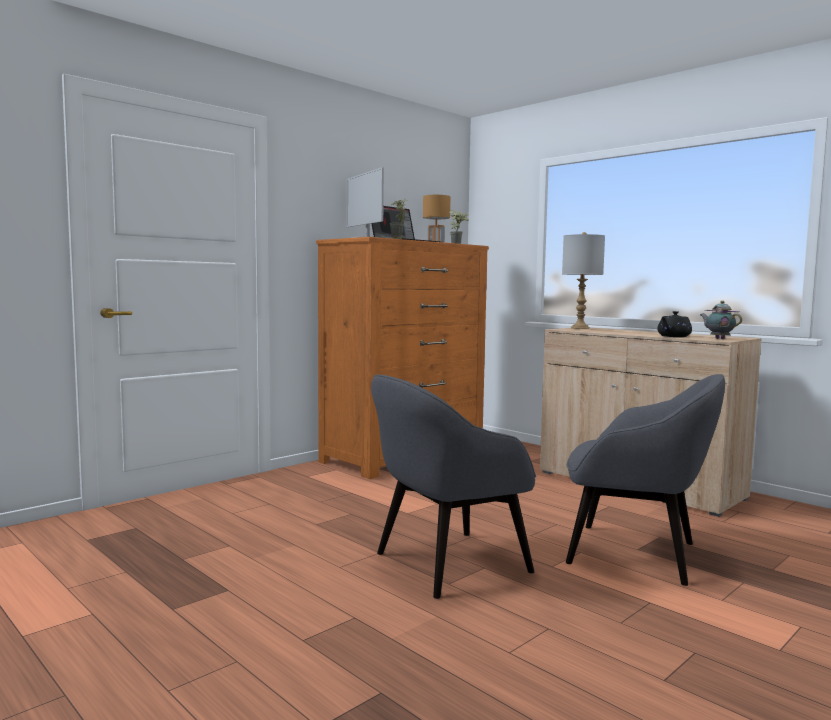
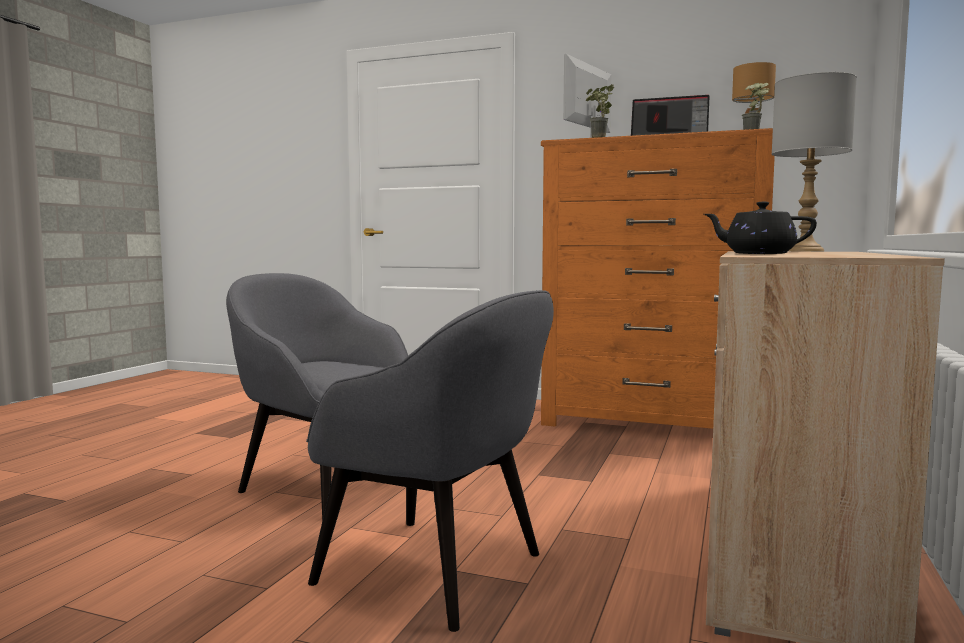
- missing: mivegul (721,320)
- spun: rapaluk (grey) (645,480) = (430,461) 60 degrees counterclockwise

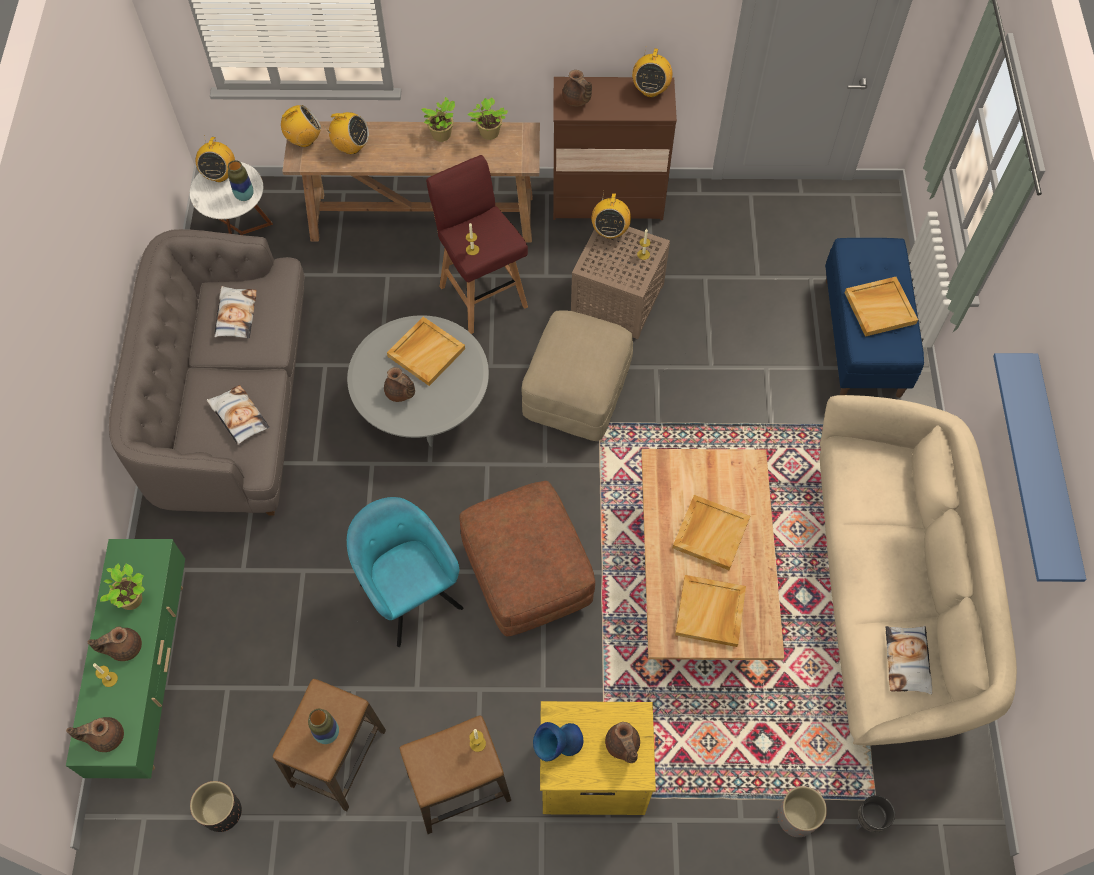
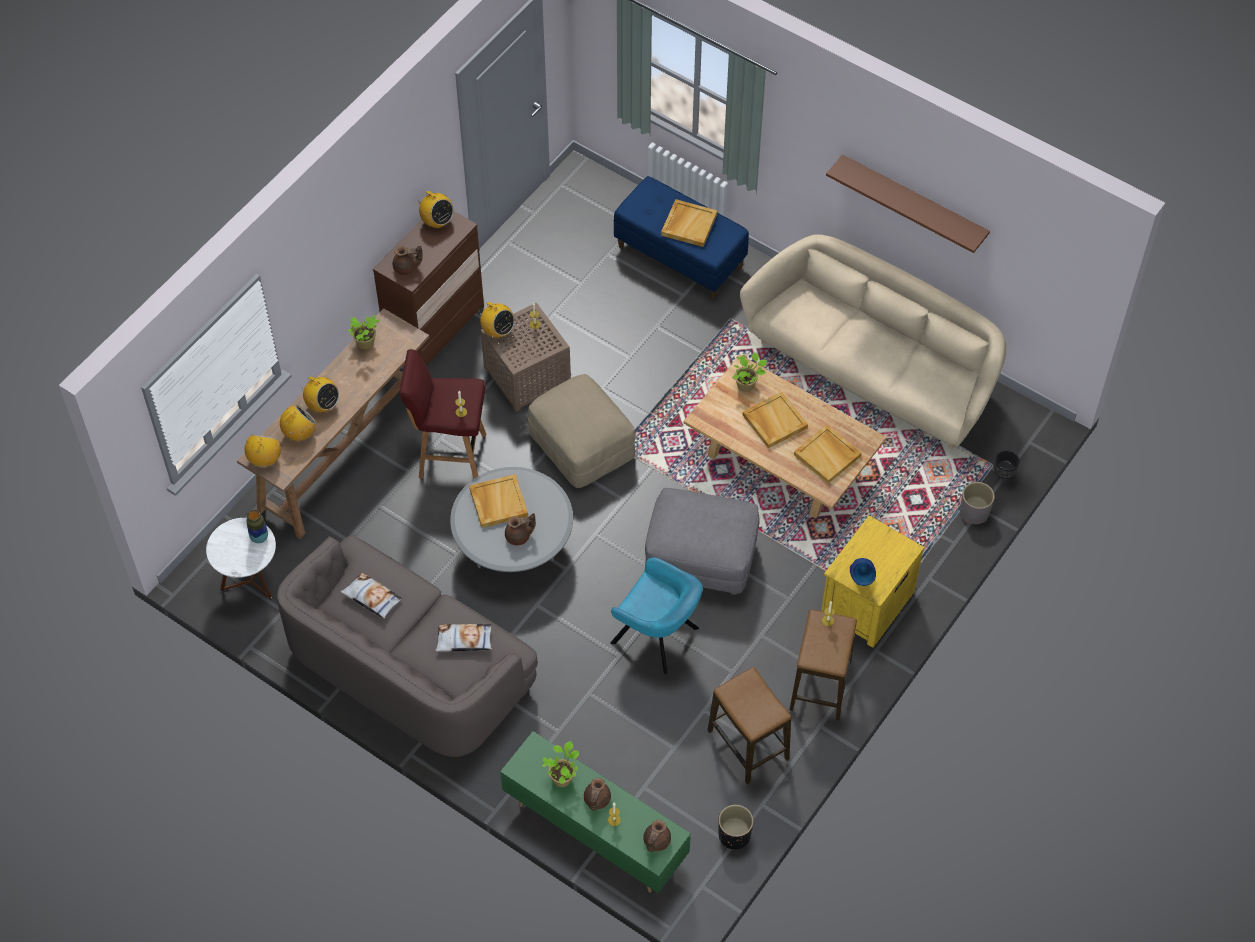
- missing: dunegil (323,726)
- missing: mivegul (brown) (622,742)
- missing: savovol (908,660)
- relocated: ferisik (215,159) to (319,394)
- relocated: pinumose (438,119) to (750,372)
- colour: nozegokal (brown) (527,558) to nozegokal (grey) (702,541)
- colour: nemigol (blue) (1039,467) to nemigol (brown) (908,204)
- spun: rapaluk (turquoise) (405,572) = (656,616) 150 degrees counterclockwise

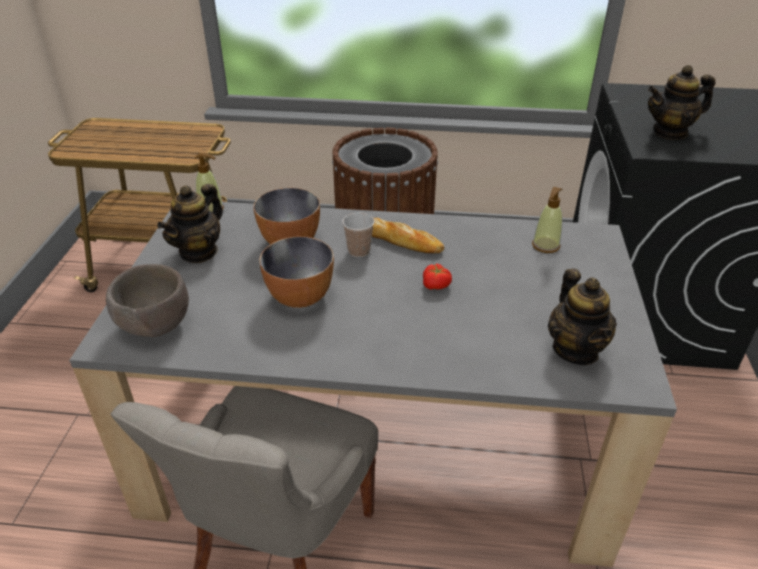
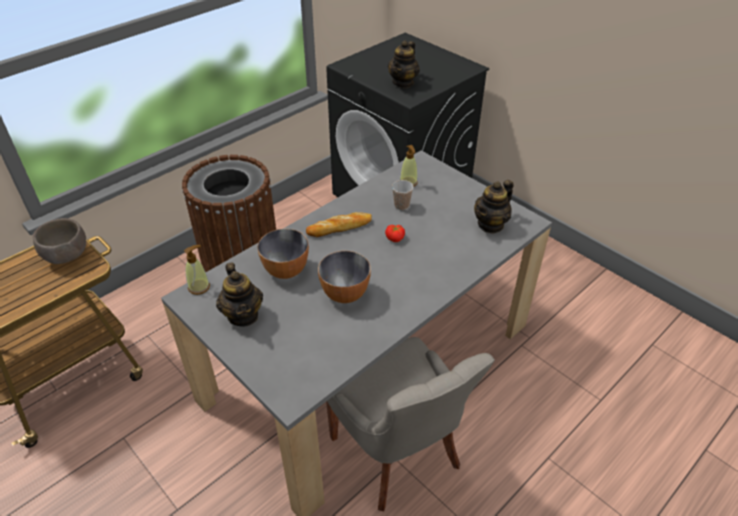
- relocated: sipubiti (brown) (147,300) to (59,241)
- relocated: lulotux (358,235) to (403,195)
- spun: mivegul (582,316) = (494,207) 105 degrees clockwise

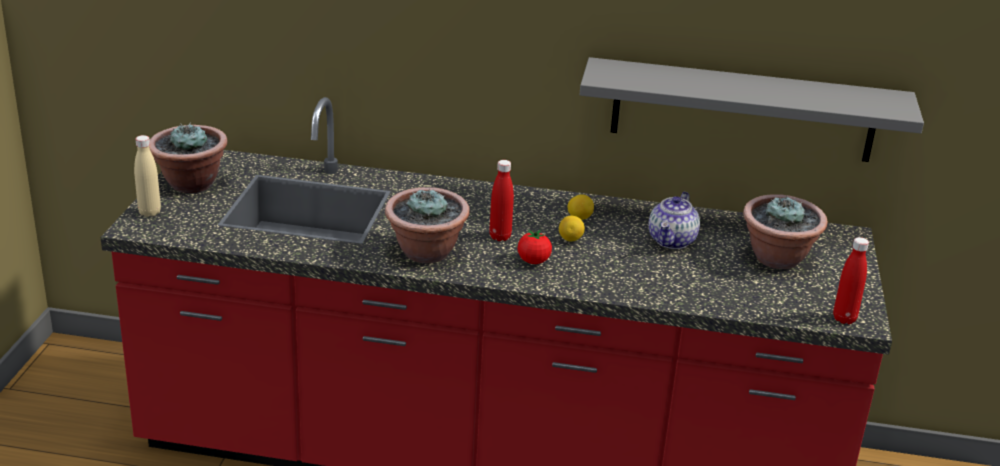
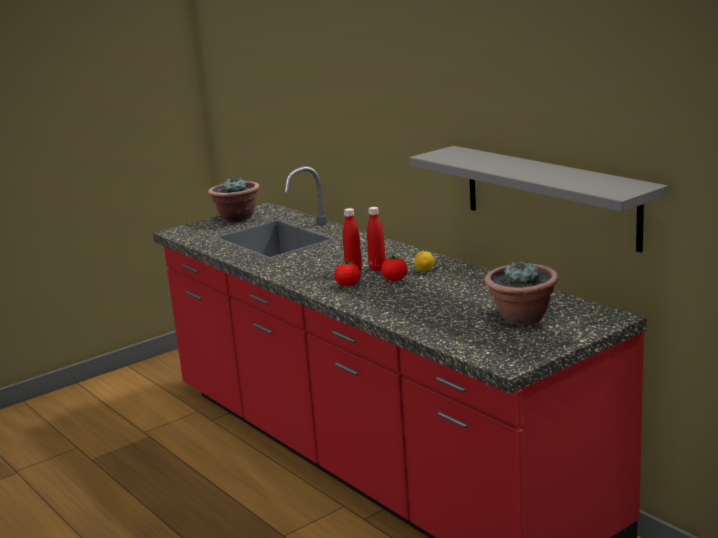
- missing: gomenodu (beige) (147,176)
- missing: pinumose (427,225)
- missing: mivegul (674,220)
- relocated: gomenodu (red) (851,280) to (376,239)
- exchanged: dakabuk (572,228) to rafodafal (394,268)

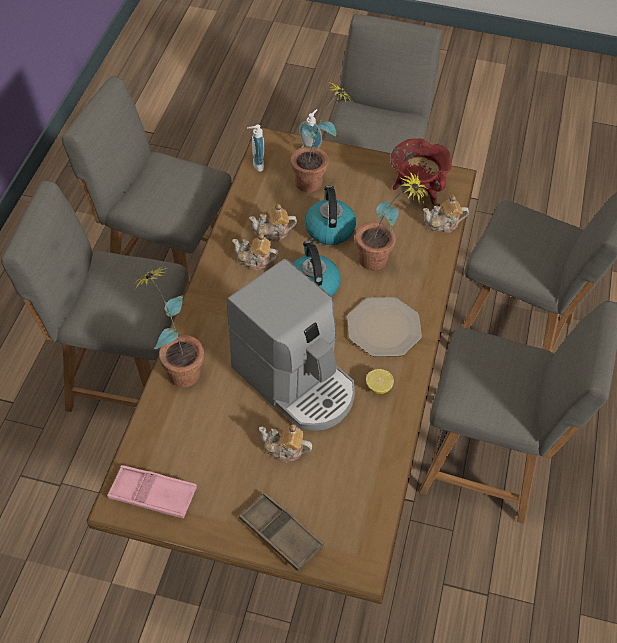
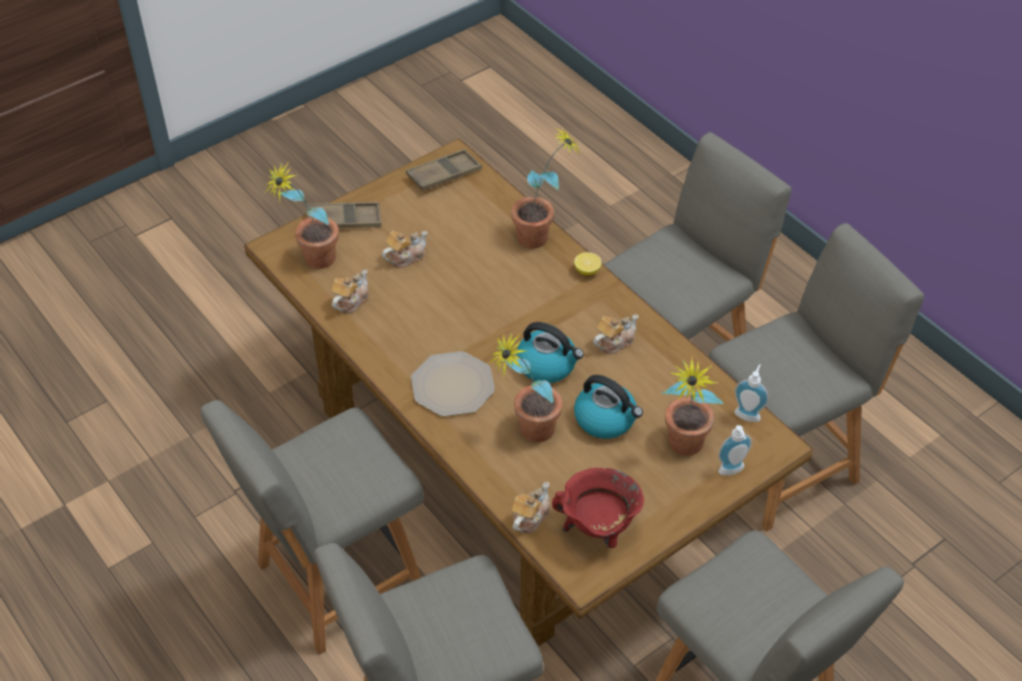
- missing: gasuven (291,344)
- appeared: pinumose (302,215)
- relocated: mivegul (273,223) to (350,292)
- relocated: dakabuk (380,381) to (588,263)
- colour: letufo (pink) (152,492) to letufo (brown) (444,170)

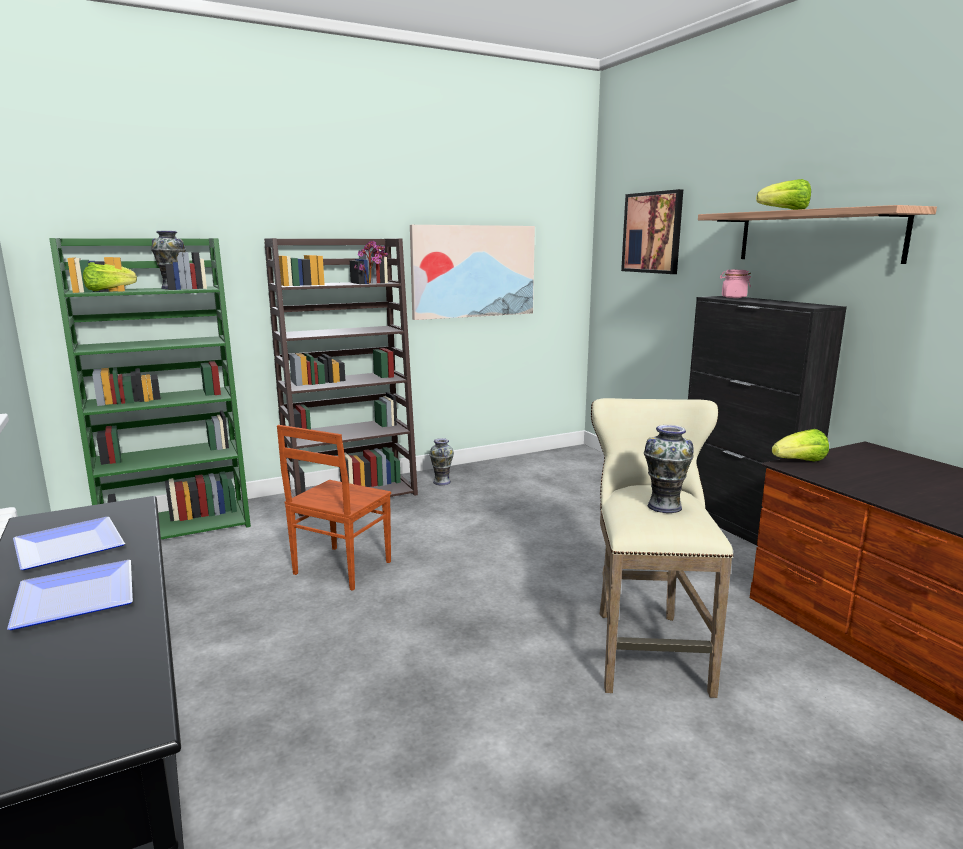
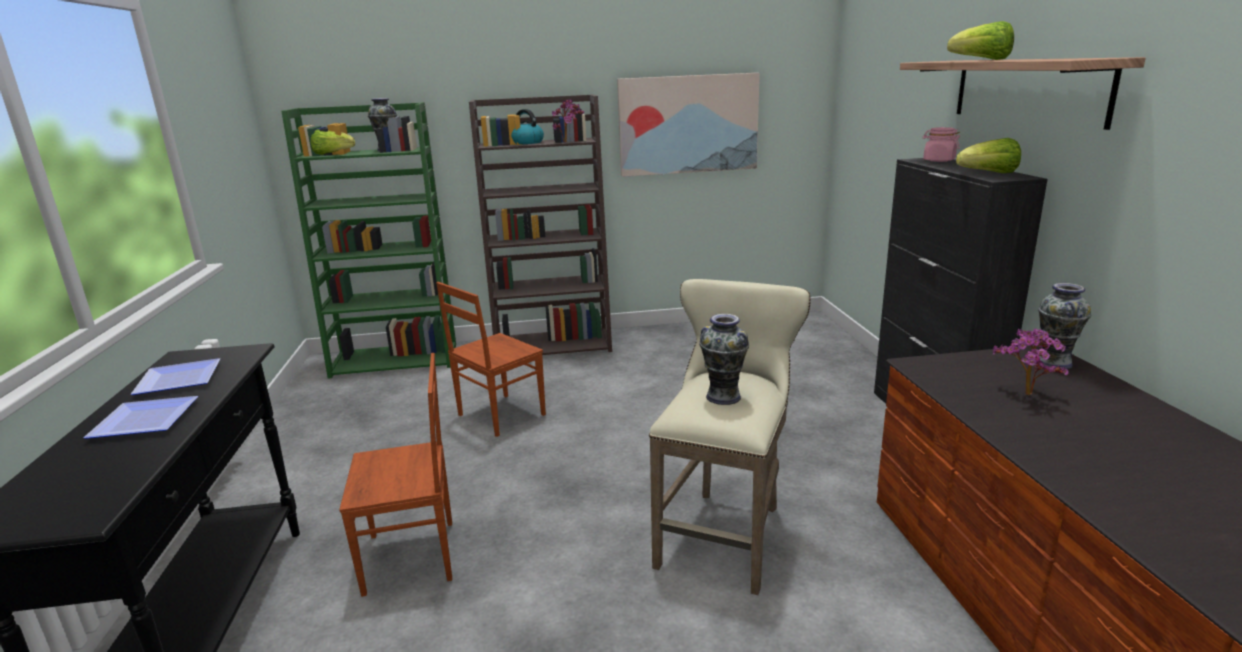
- missing: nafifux (652,231)
- appeared: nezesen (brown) (395,475)
- appeared: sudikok (527,126)
- appeared: pinumose (1030,361)
- relocated: dunegil (441,461) to (1064,326)
- relocated: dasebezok (800,445) to (988,155)

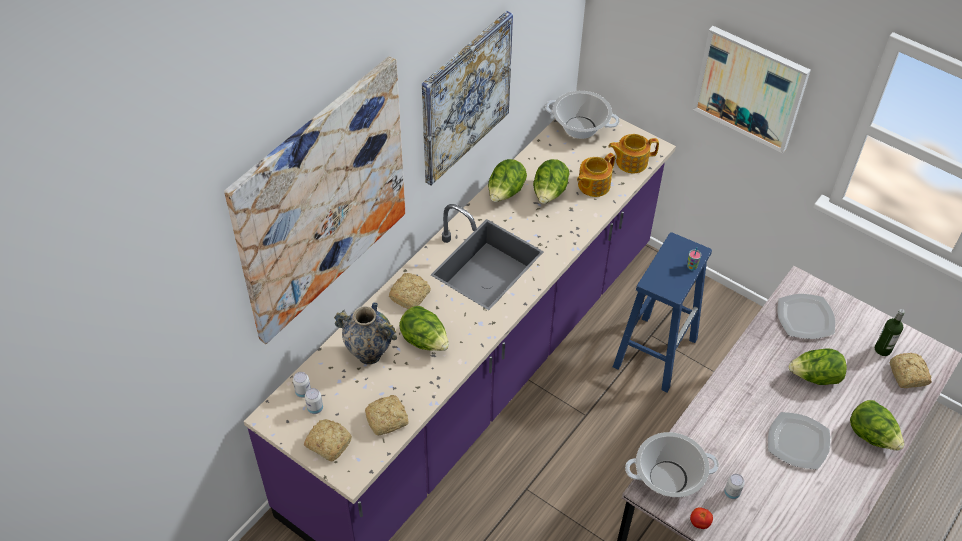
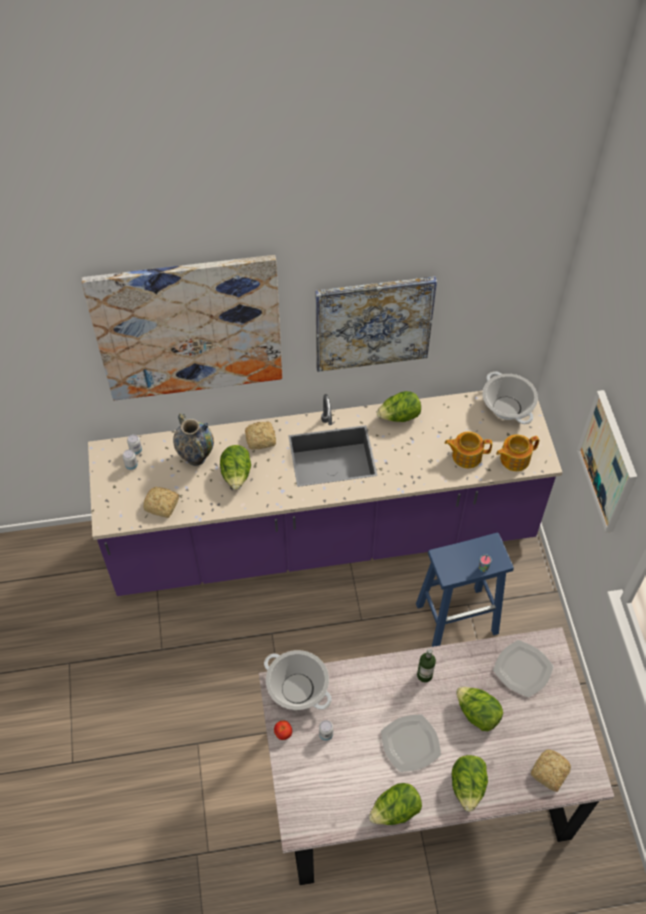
- missing: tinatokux (328,440)
- relocated: dasebezok (551,181) to (395,804)
- relocated: gomenodu (890,332) to (426,665)
- spun: mivegul (633,153) = (517,453) 60 degrees counterclockwise

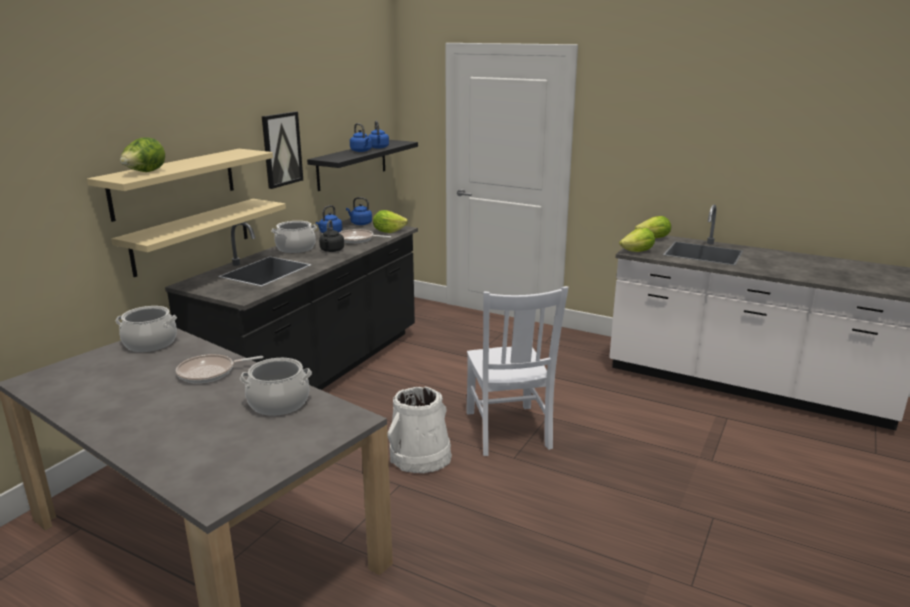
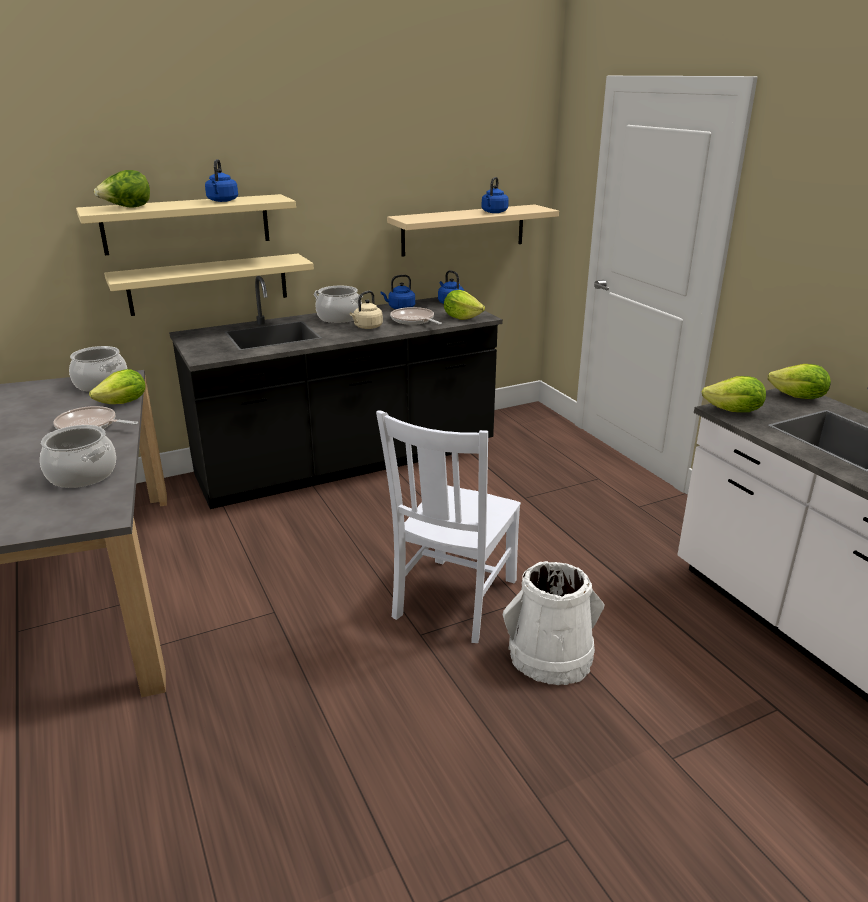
- missing: nafifux (282,150)
- appeared: dasebezok (117,386)
- relocated: sudikok (blue) (361,137) to (221,180)
- relocated: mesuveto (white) (420,430) to (554,623)
- colour: nemigol (black) (362,165) to nemigol (beige) (473,230)
- colour: sudikok (black) (331,236) to sudikok (beige) (366,310)

